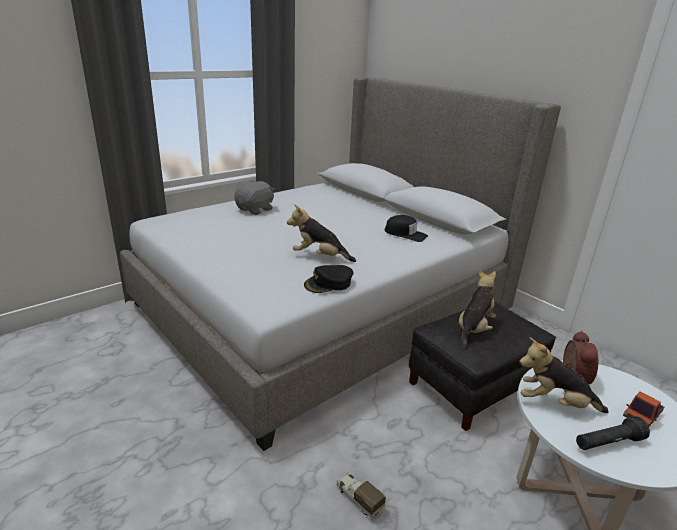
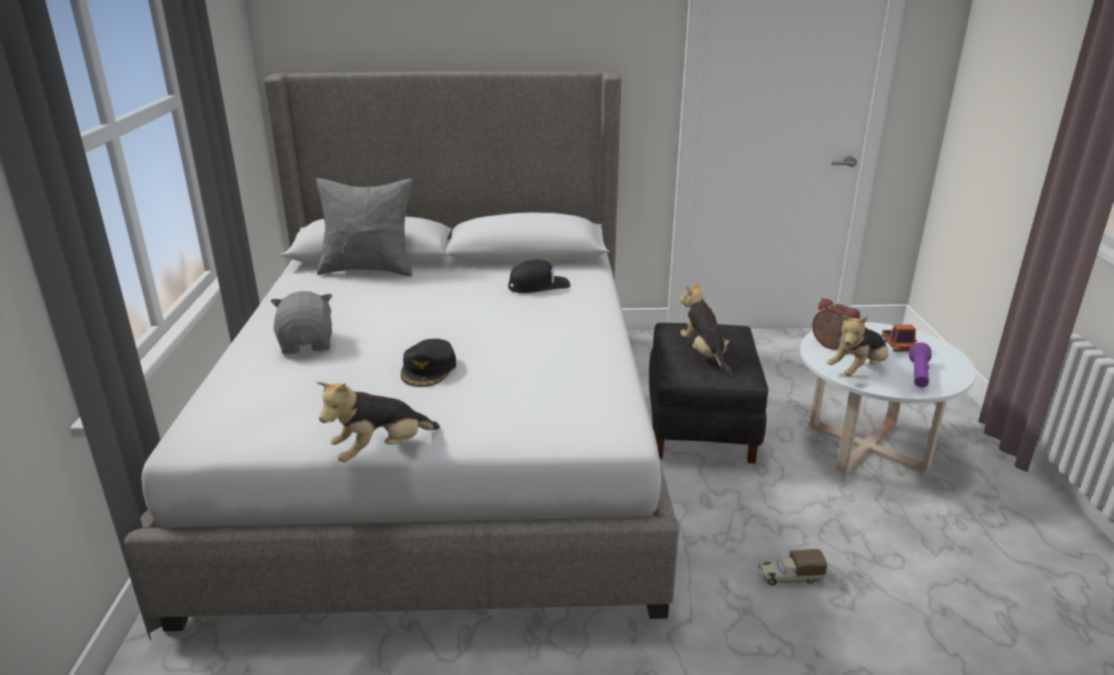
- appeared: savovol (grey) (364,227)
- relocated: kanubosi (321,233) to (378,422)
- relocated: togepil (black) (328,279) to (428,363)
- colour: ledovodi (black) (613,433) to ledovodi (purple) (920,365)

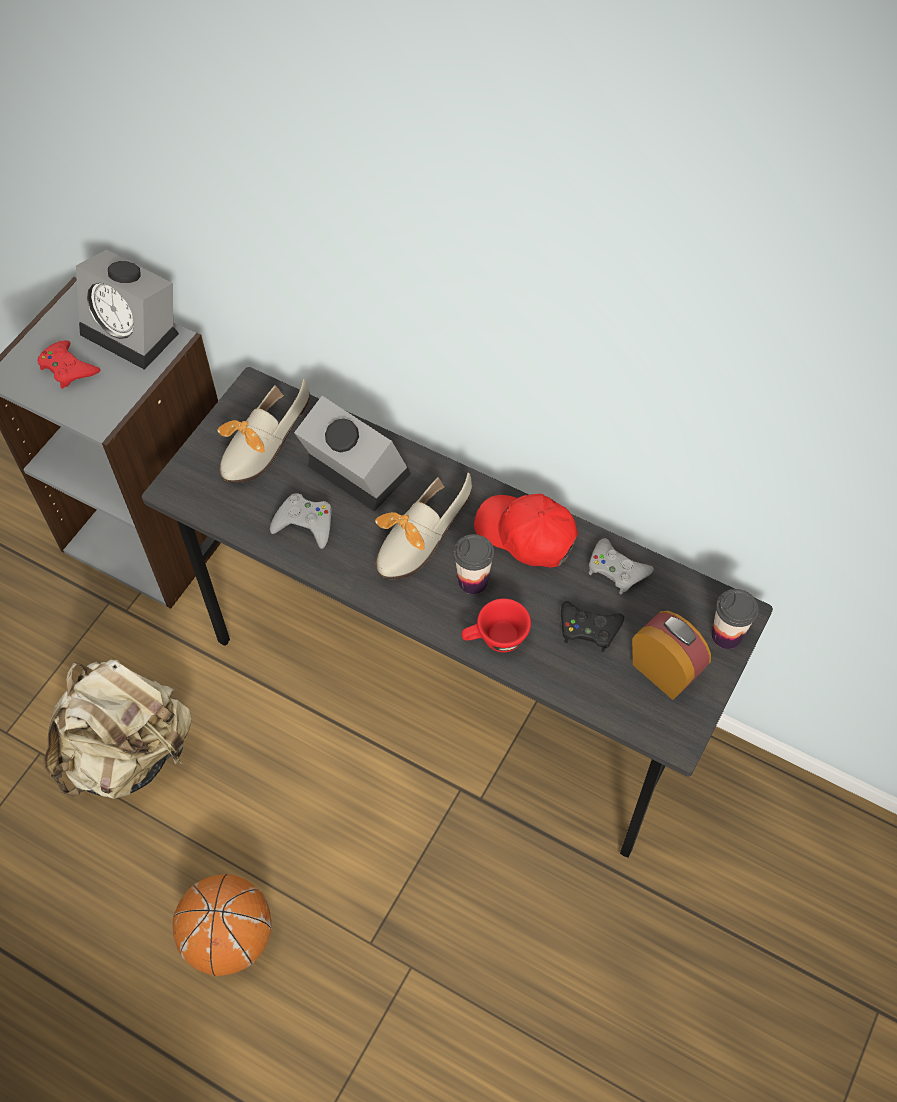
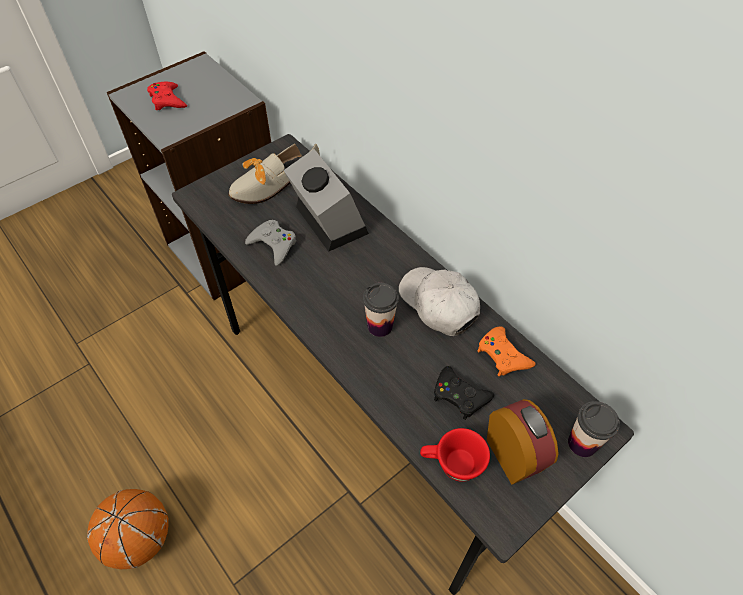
- missing: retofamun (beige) (117,729)
- missing: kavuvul (127,310)
- missing: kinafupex (423,526)
- relocated: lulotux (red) (496,625) to (455,455)
- colour: togepil (red) (526,531) to togepil (white) (439,301)
- colour: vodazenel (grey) (621,566) to vodazenel (orange) (506,351)

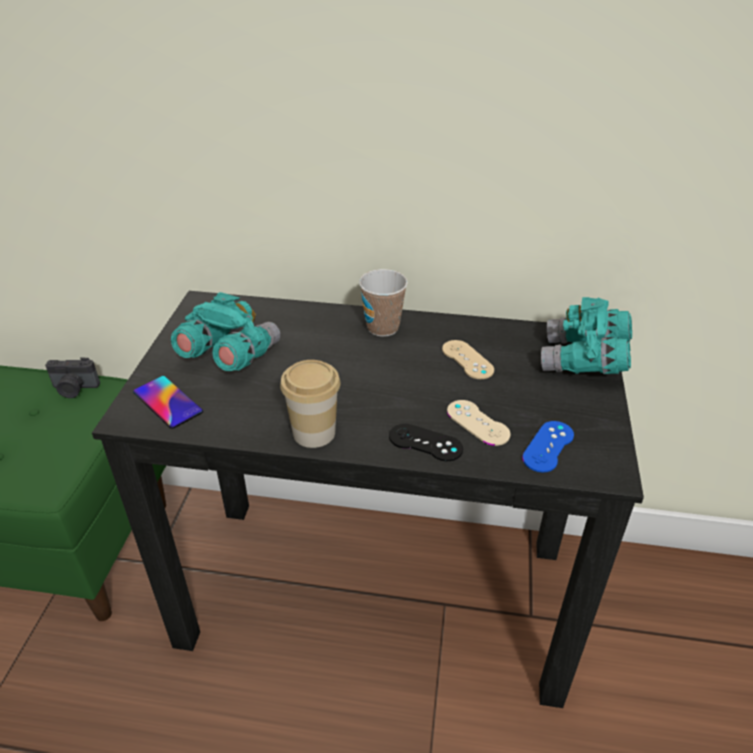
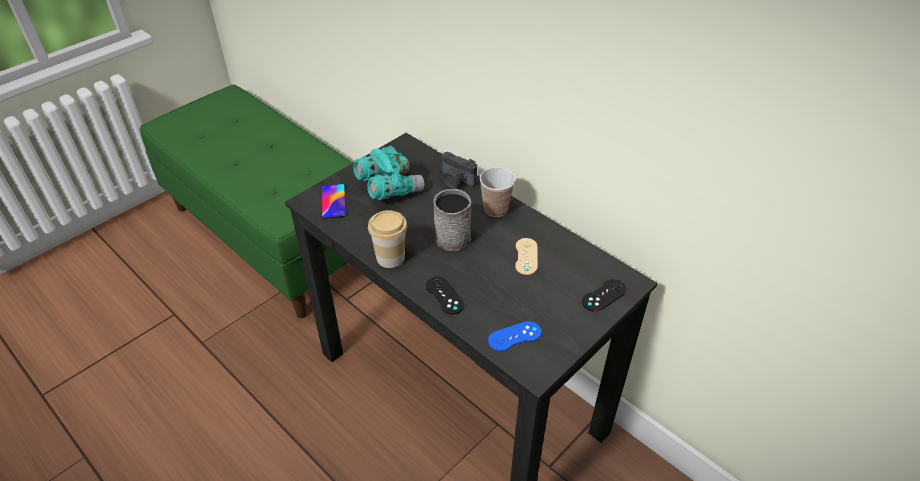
- missing: vodazenel (beige) (478,423)
- appeared: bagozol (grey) (452,220)
- relocated: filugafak (72,377) to (459,170)
- exchanged: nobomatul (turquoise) (586,336) to vodazenel (black) (604,295)

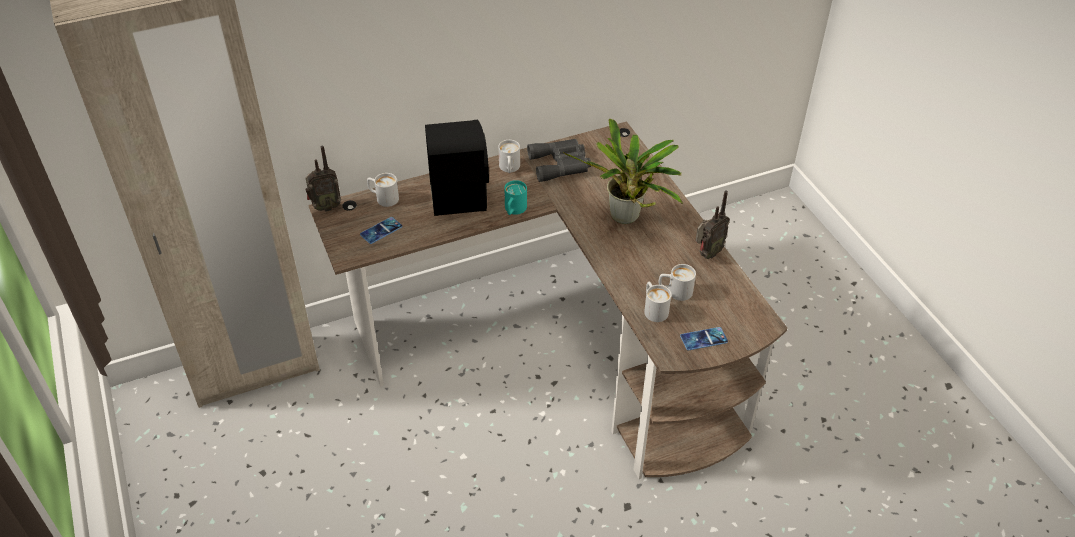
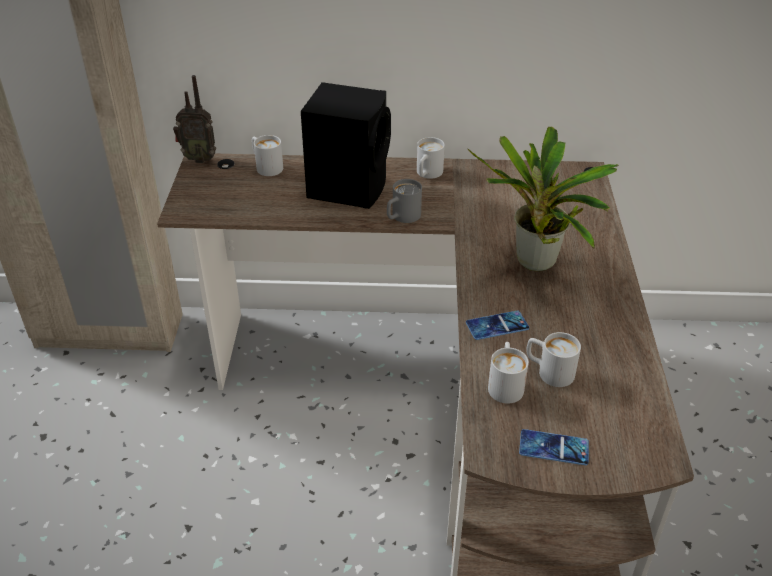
- missing: nobomatul (grey) (559,160)
- missing: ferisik (712,224)
- relocated: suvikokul (381,230) to (497,325)
- colour: bagozol (turquoise) (515,197) to bagozol (grey) (404,201)

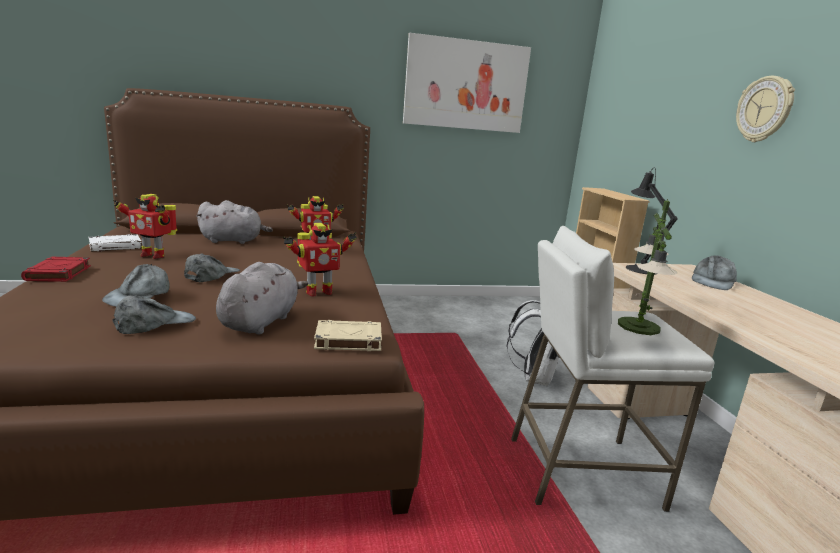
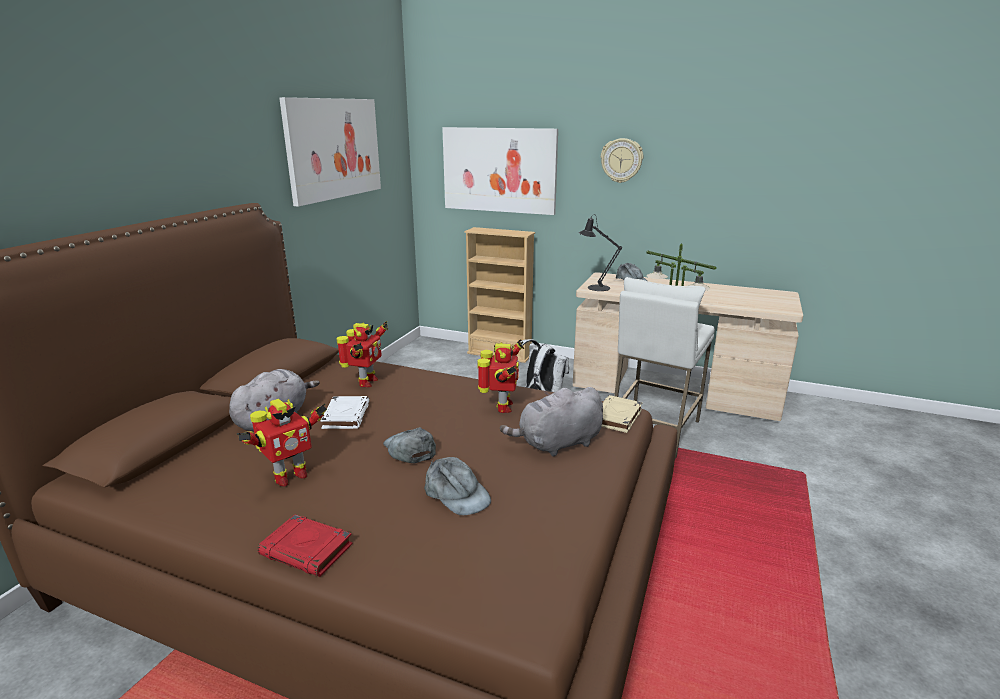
- missing: togepil (grey) (154,314)
- appeared: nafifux (500,171)
- relocated: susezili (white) (115,243) to (345,412)
- spun: kanubosi (grey) (262,298) = (551,422) 75 degrees counterclockwise

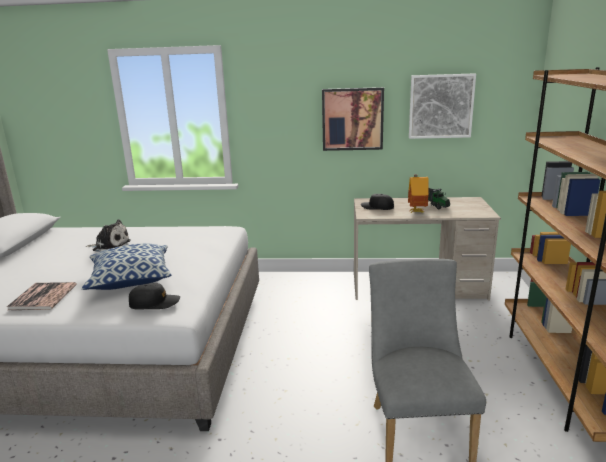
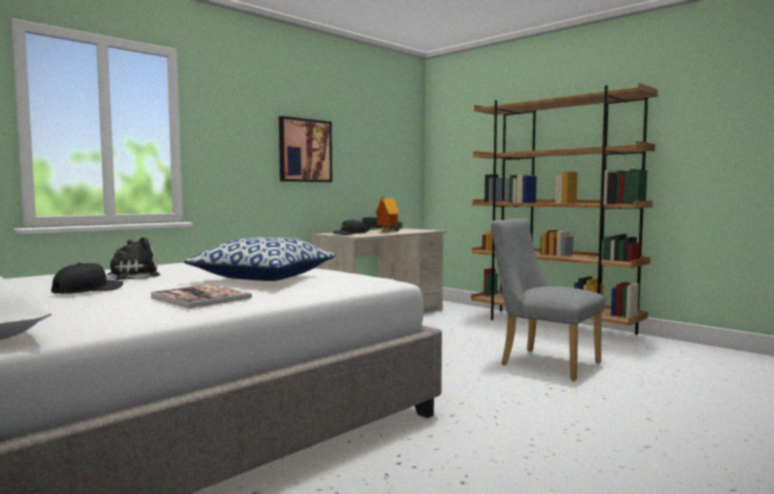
- missing: nafifux (442,106)
- relocated: togepil (black) (154,296) to (87,278)

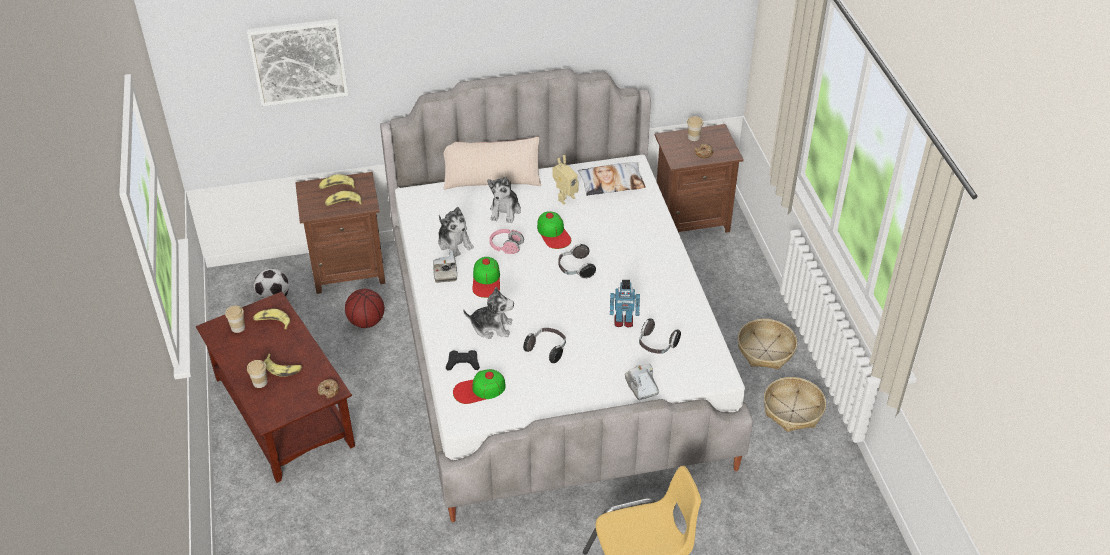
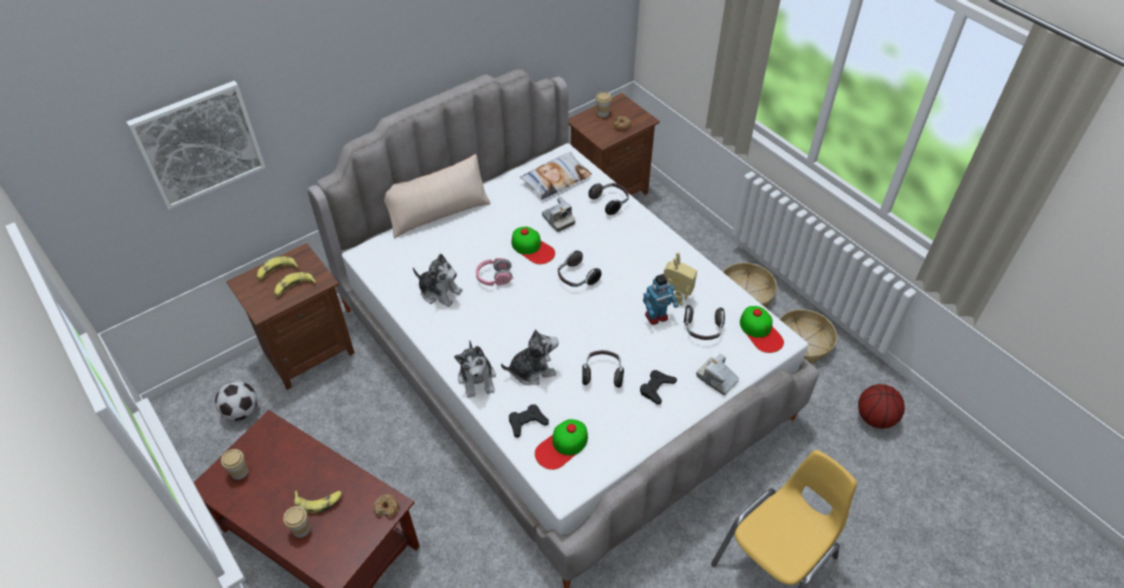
- missing: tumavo (271,319)
- appeared: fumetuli (608,199)
- appeared: vodazenel (black) (658,387)
- relocated: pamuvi (364,308) to (881,406)
- relocated: filugafak (445,266) to (558,214)
- relocated: togepil (486,277) to (762,329)
- relocated: kanubosi (504,199) to (475,369)
- relocated: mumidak (565,180) to (680,278)

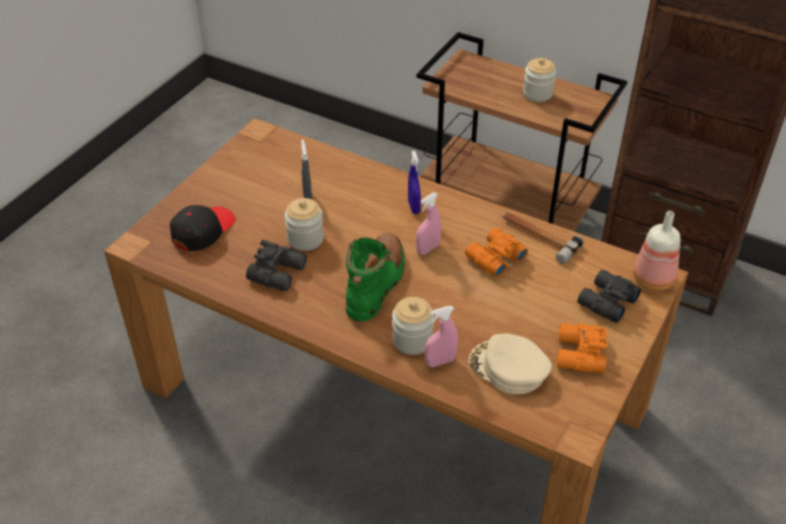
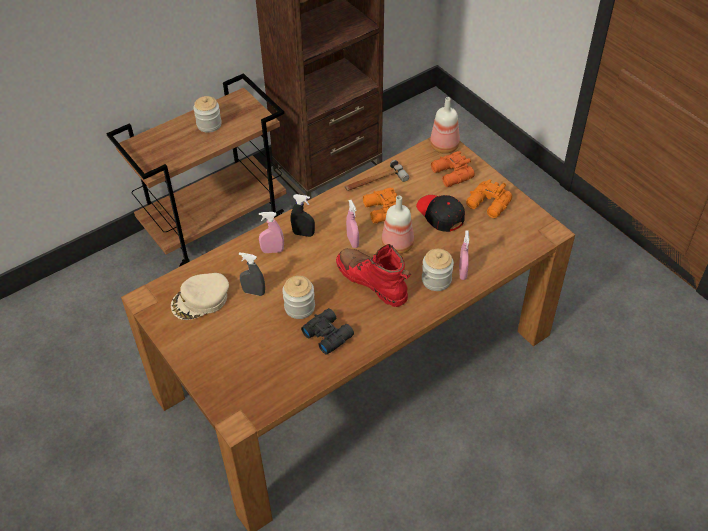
- appeared: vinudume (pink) (271,232)
- appeared: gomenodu (397,225)
- relocated: togepil (black) (203,228) to (440,213)
- relocated: togepil (beige) (510,364) to (200,296)
- colour: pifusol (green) (375,277) to pifusol (red) (373,275)
- colour: vinudume (blue) (414,182) to vinudume (black) (303,215)
- colour: nobomatul (black) (609,296) to nobomatul (orange) (453,169)

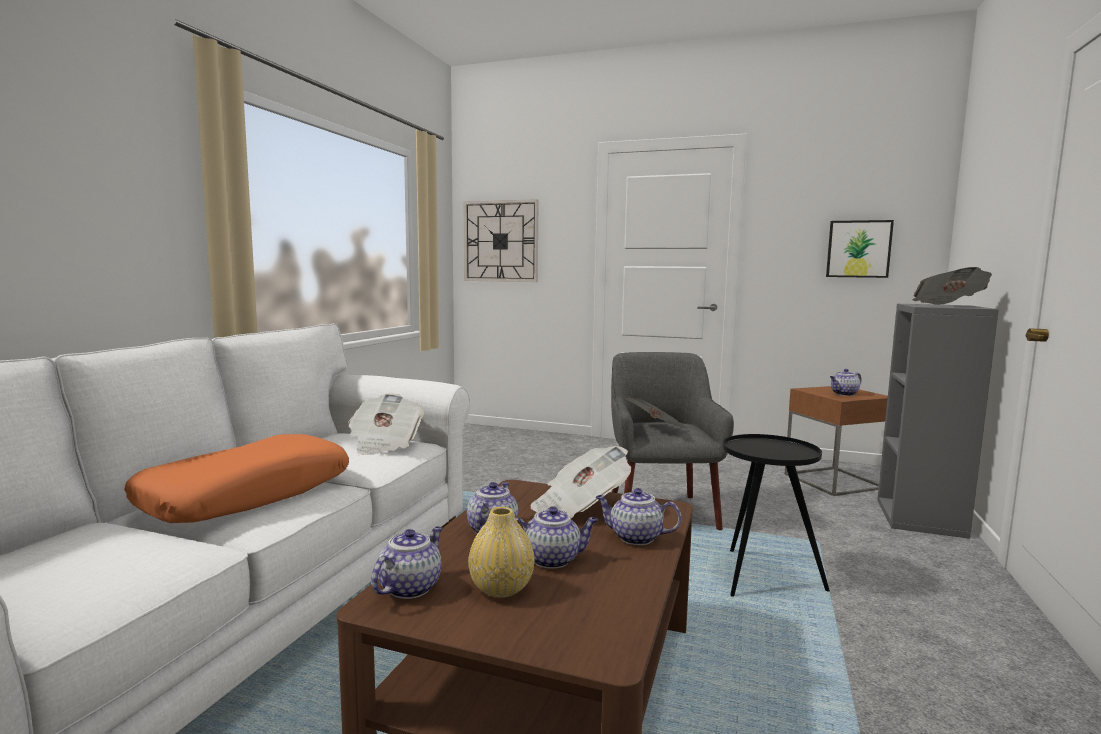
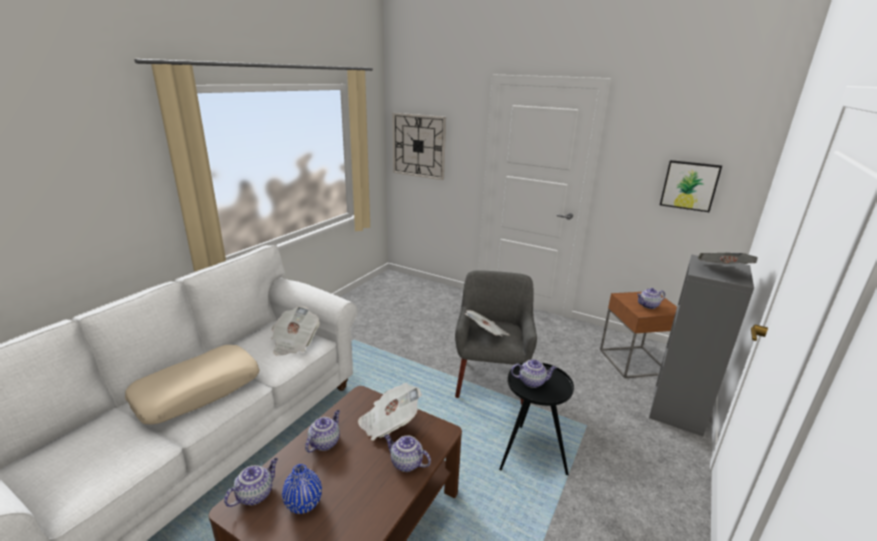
- relocated: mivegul (557,537) to (534,373)
- colour: savovol (orange) (236,478) to savovol (beige) (192,385)
- colour: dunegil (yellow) (501,552) to dunegil (blue) (302,489)

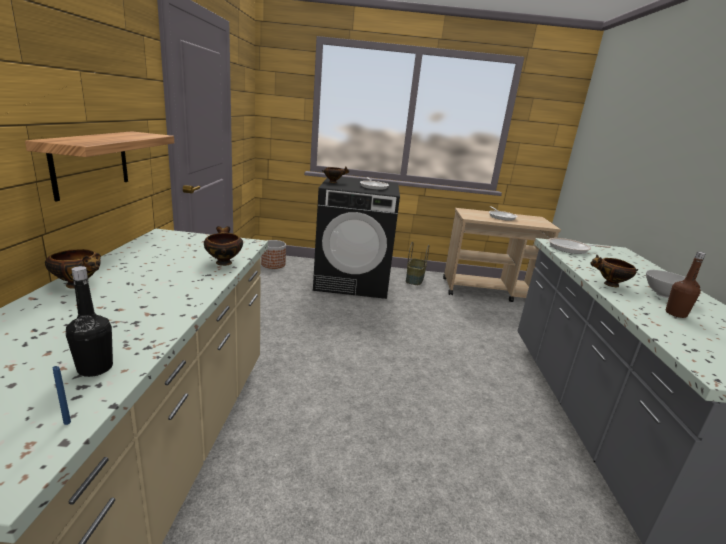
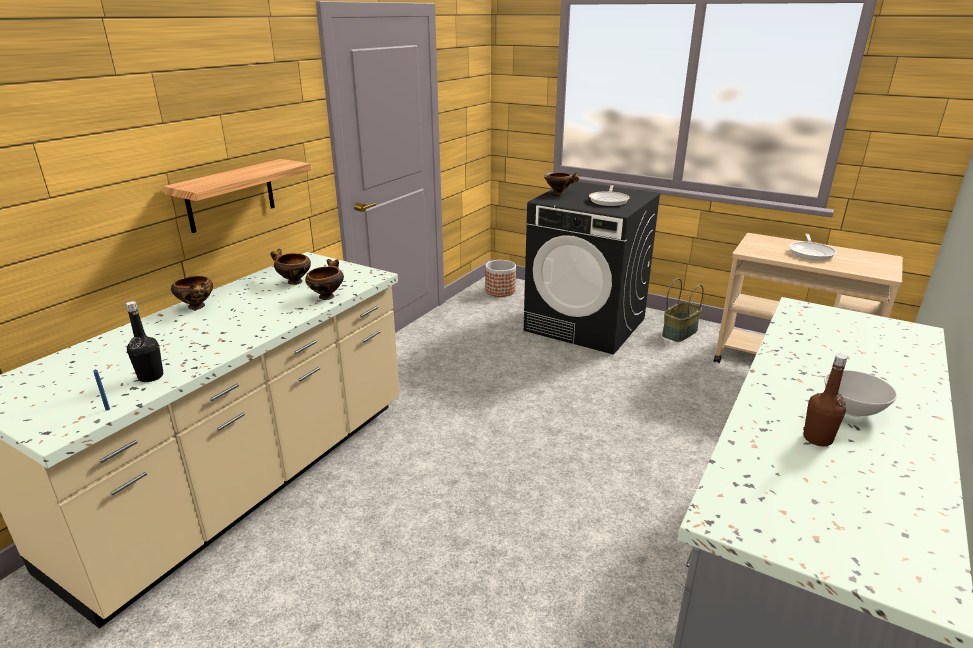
- missing: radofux (580,246)
- relocated: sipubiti (614,271) to (290,267)

